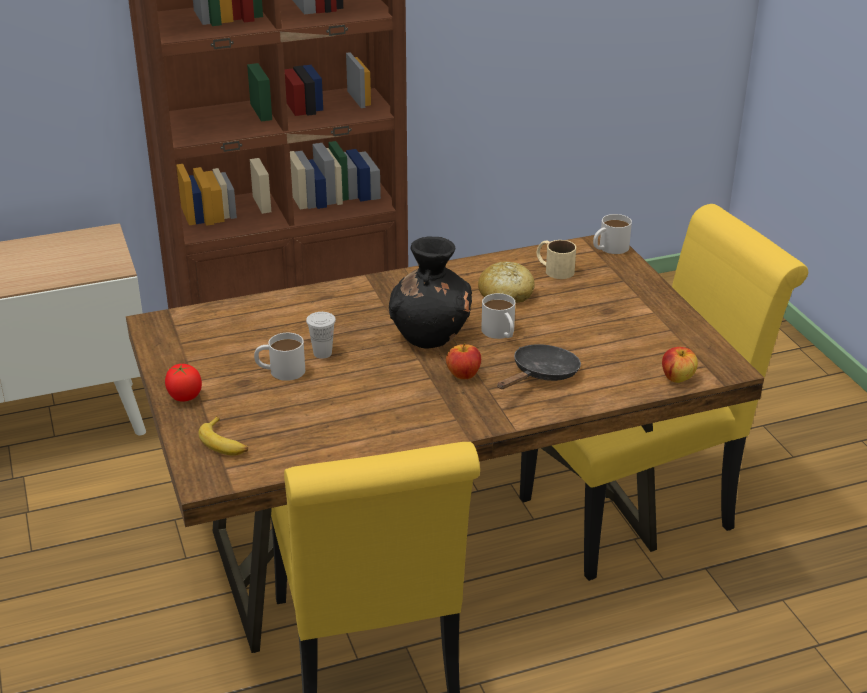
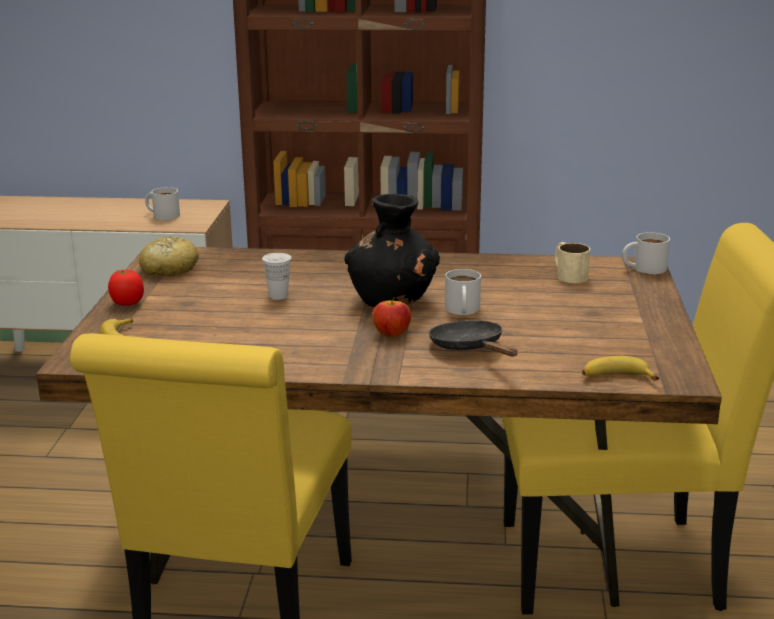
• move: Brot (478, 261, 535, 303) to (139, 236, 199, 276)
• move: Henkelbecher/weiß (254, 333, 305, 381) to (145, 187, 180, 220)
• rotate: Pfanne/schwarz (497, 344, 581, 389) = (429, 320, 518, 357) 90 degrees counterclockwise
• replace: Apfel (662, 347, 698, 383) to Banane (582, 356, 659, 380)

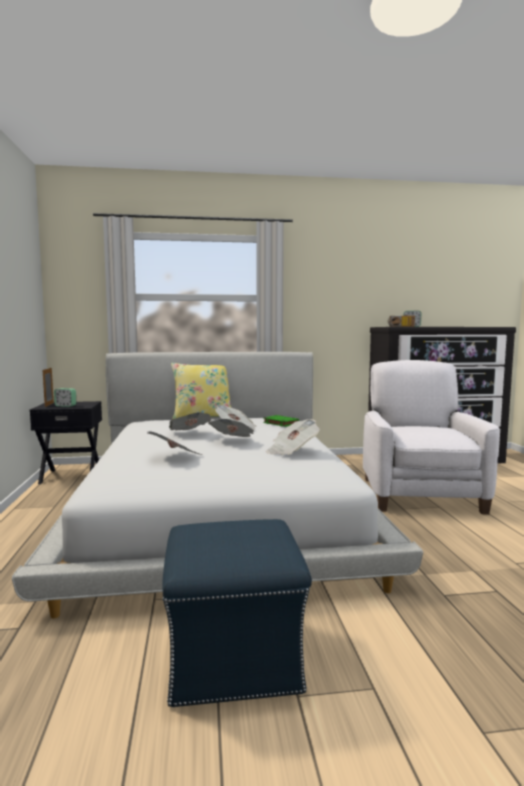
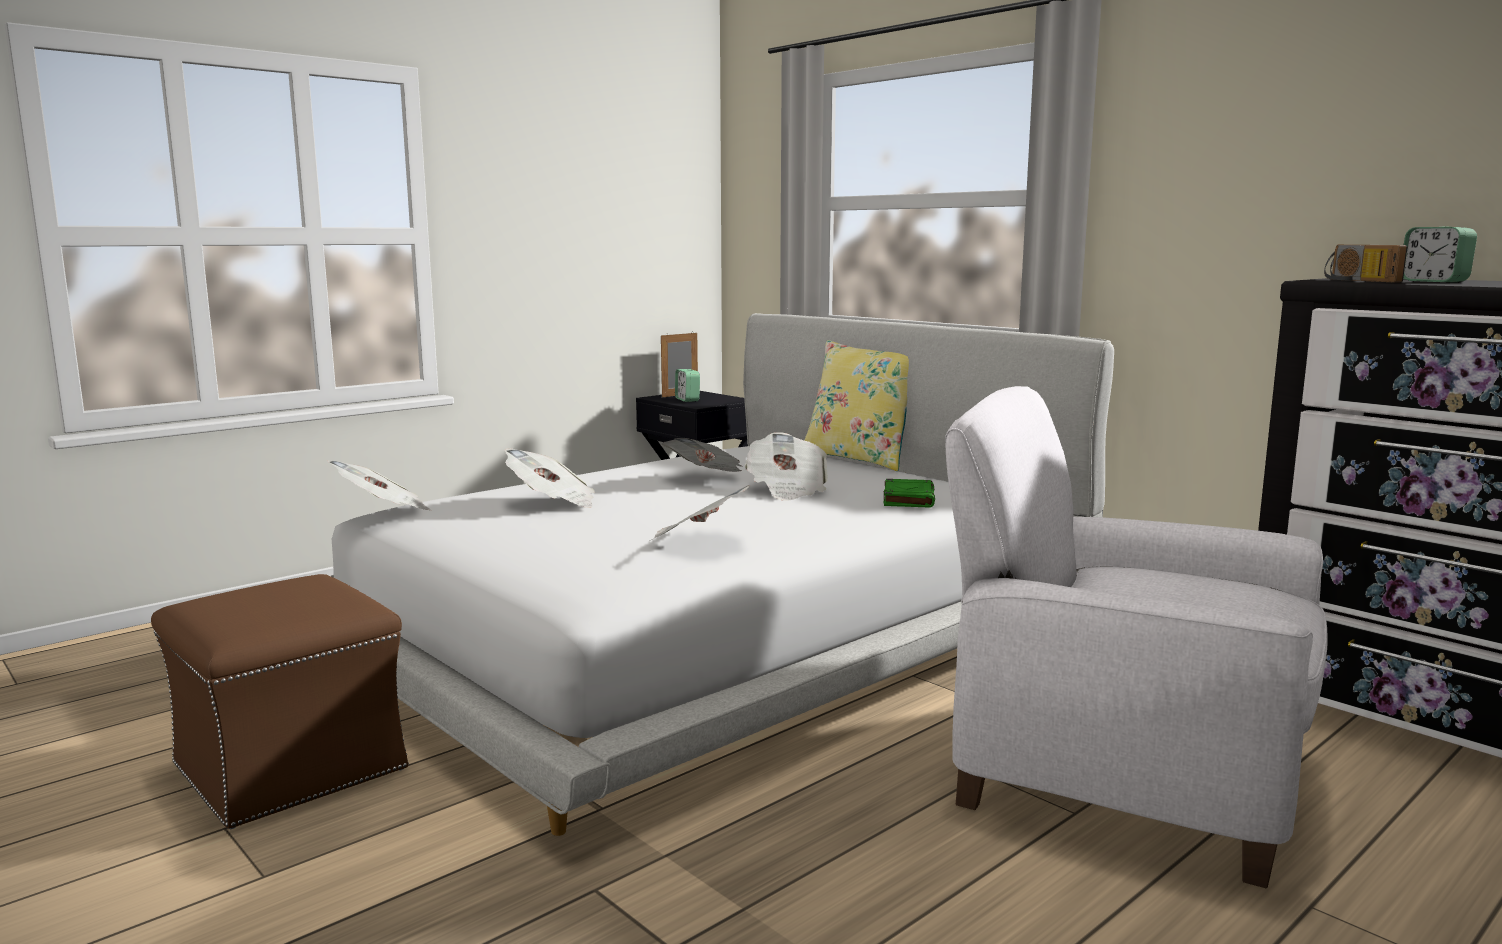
• rotate: Sessel/weiß (363, 360, 499, 515) = (945, 386, 1328, 888) 120 degrees counterclockwise
• move: Zeitung (208, 419, 254, 437) to (327, 460, 431, 510)
• recolor: Polsterhocker/blau (162, 519, 312, 707) to Polsterhocker/braun (151, 574, 409, 829)

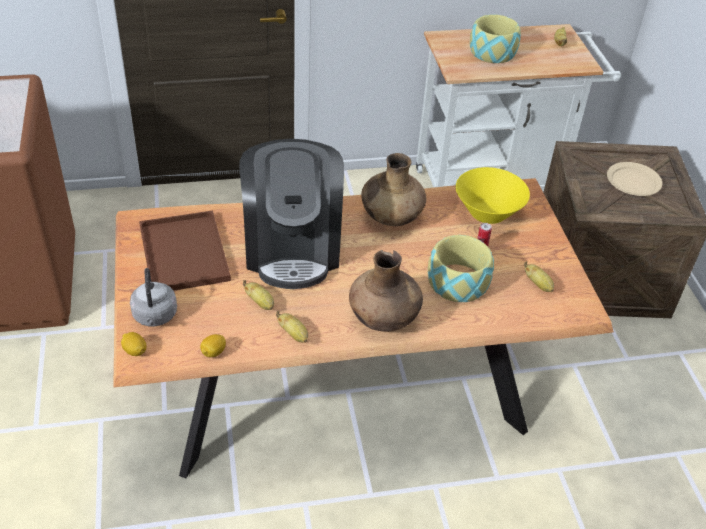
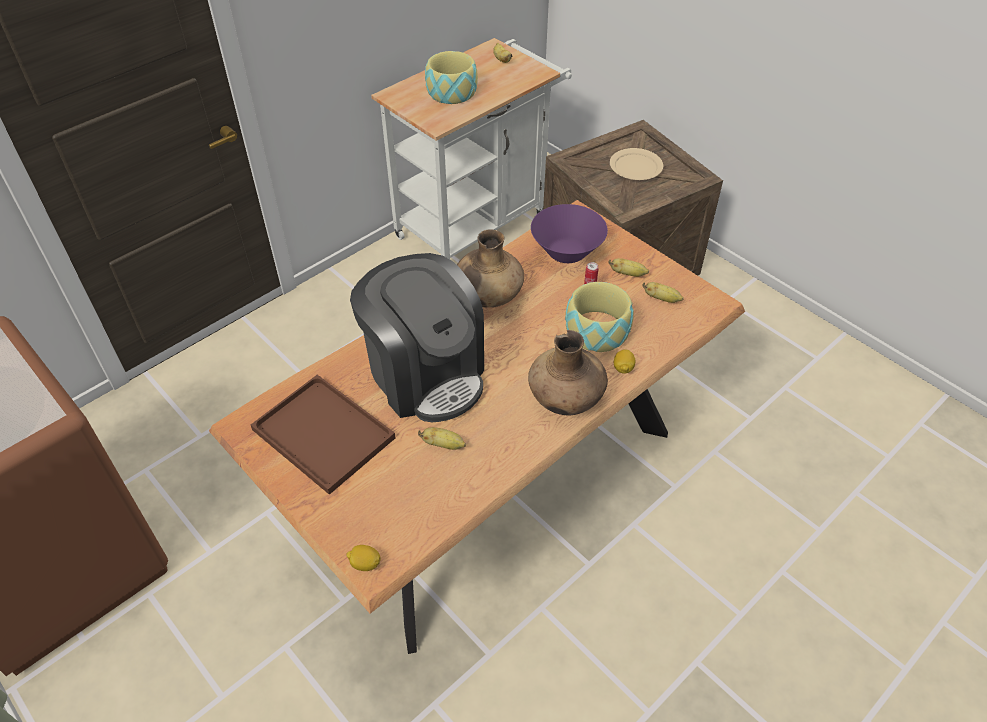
• recolor: Schüssel/gelb (456, 167, 530, 224) to Schüssel/lila (531, 204, 608, 263)
• delete: Wasserkessel/grau (130, 268, 177, 326)
• move: Banane (276, 311, 308, 343) to (608, 258, 649, 277)
• move: Zitrone (200, 334, 226, 357) to (614, 349, 635, 374)

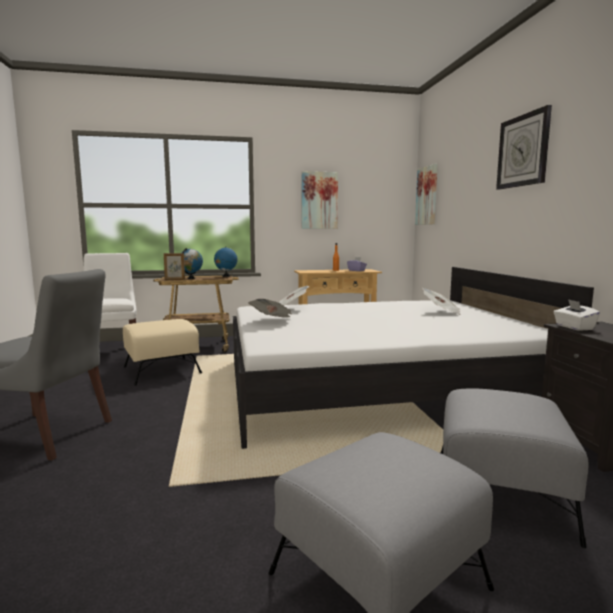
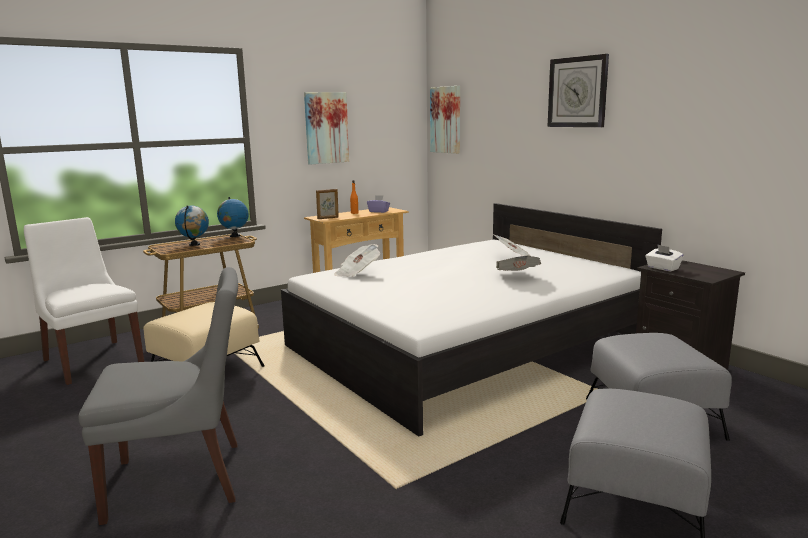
• move: Bilderrahmen (164, 253, 185, 280) to (316, 189, 339, 219)
• move: Zeitung (248, 299, 291, 318) to (496, 256, 541, 271)

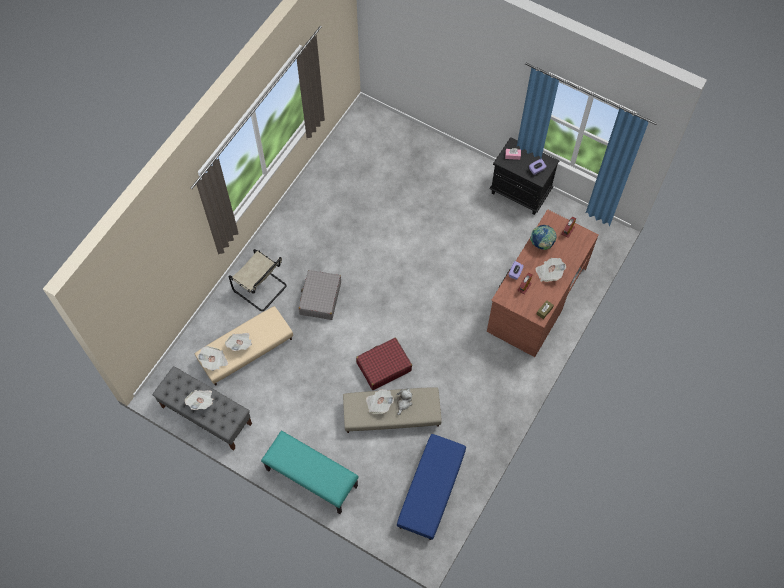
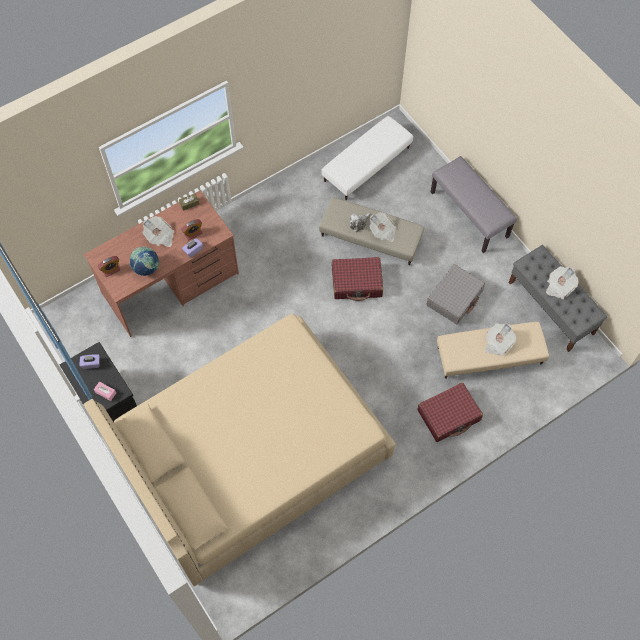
• replace: Stuhl/beige (228, 249, 287, 311) to Koffer/rot (418, 382, 483, 442)
• move: Koffer/grau (299, 270, 341, 320) to (427, 264, 485, 324)
• delete: Zeitung (197, 346, 228, 371)
• recolor: Bank/türkis (261, 431, 359, 514) to Bank/grau (431, 156, 517, 253)
• recolor: Polsterhocker/blau (397, 434, 466, 540) to Polsterhocker/weiß (321, 116, 413, 200)
• insert: Bett/beige (83, 314, 395, 586)

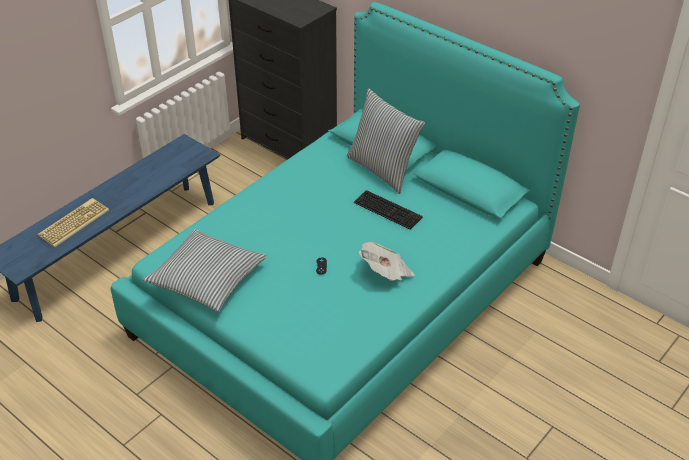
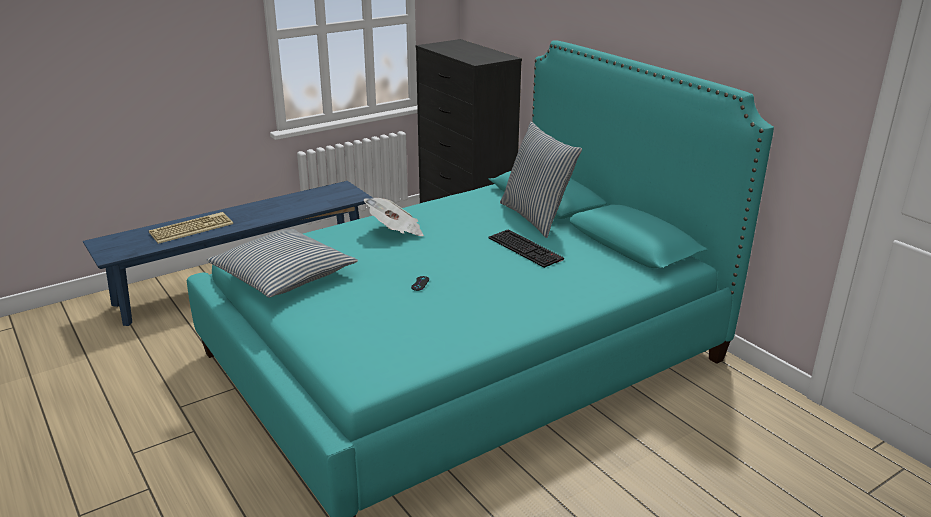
• move: Zeitung (358, 242, 415, 281) to (364, 198, 424, 236)

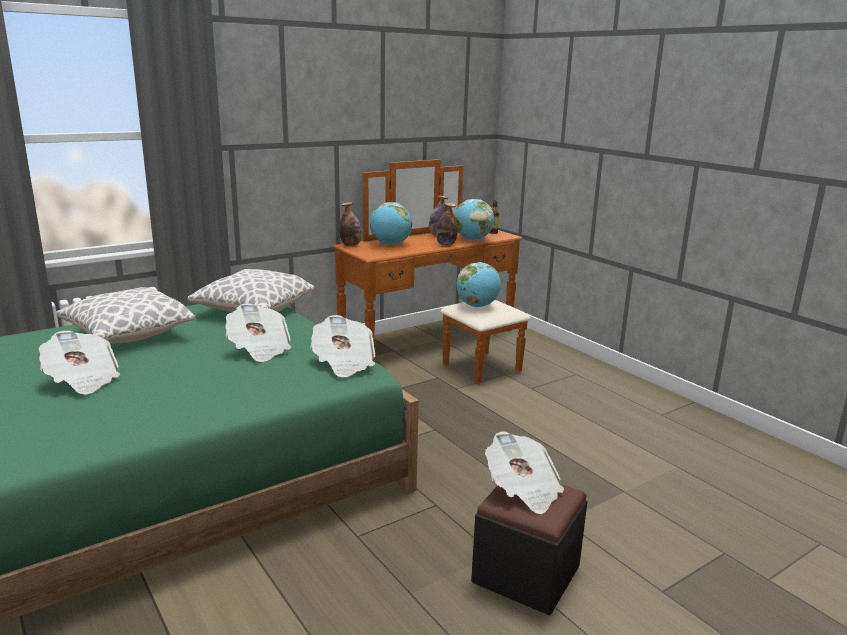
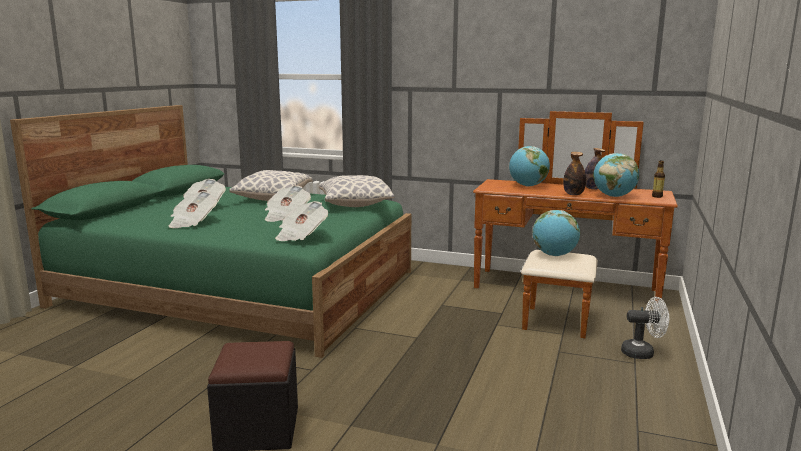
• delete: Flasche (340, 202, 362, 246)
• move: Zeitung (485, 431, 564, 514) to (169, 191, 217, 228)
• insert: Ventilator/weiß (621, 297, 669, 359)

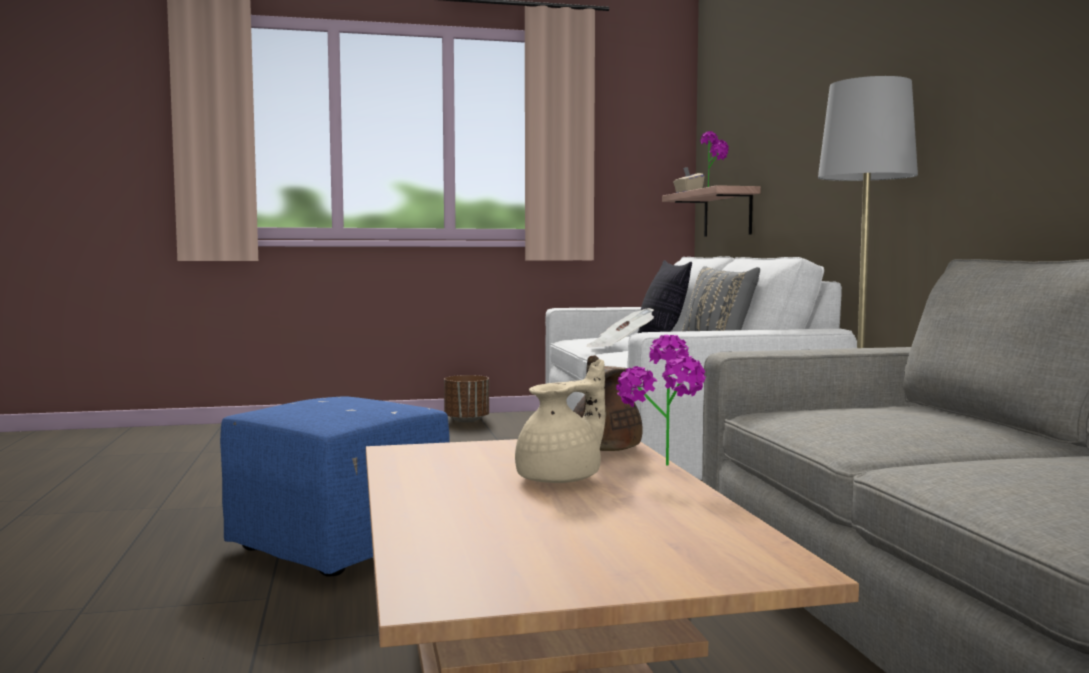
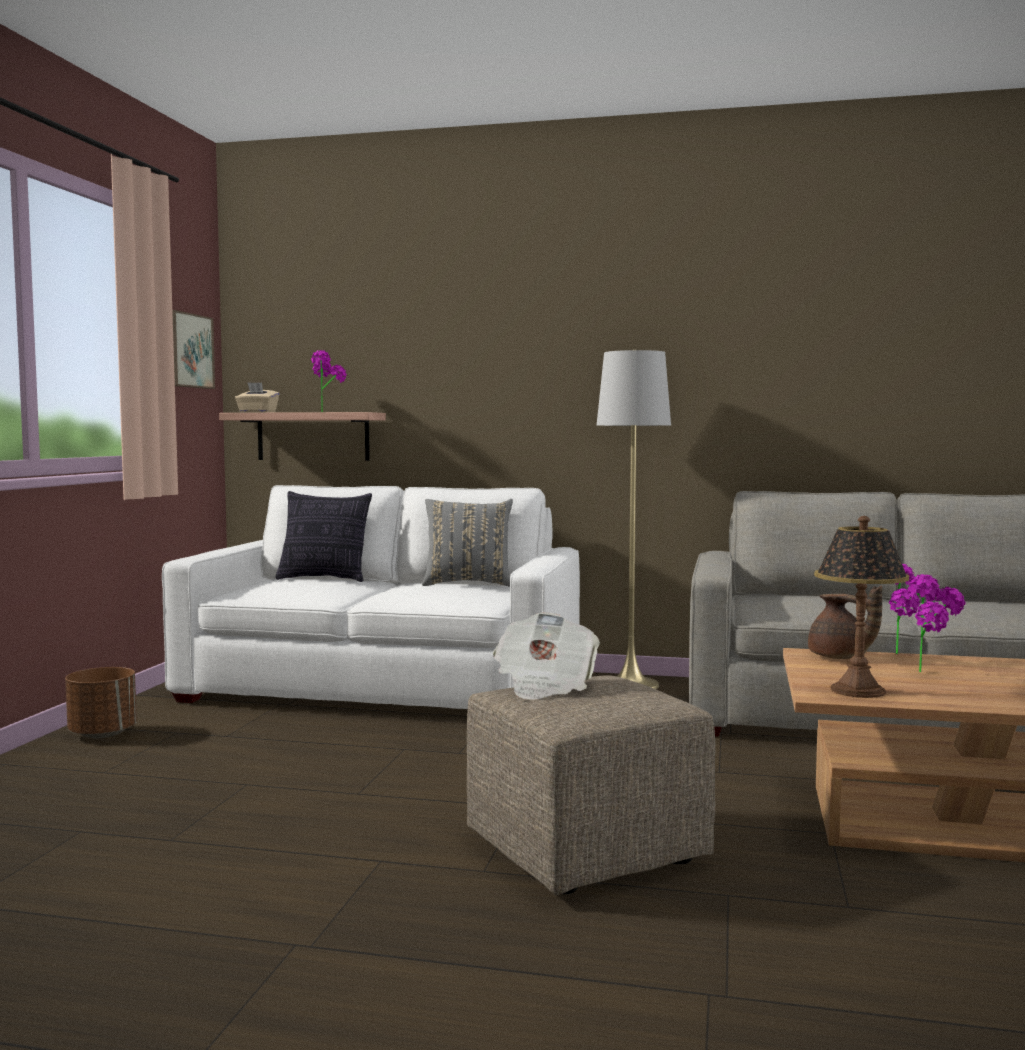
• move: Zeitung (587, 308, 654, 348) to (493, 612, 600, 700)
• replace: Teekanne/beige (515, 359, 606, 483) to Topfpflanze (908, 574, 965, 672)
• recolor: Polsterhocker/blau (220, 396, 450, 577) to Polsterhocker/beige (467, 675, 715, 895)
• insert: Bild (172, 310, 215, 389)
• insert: Tischlampe (814, 516, 909, 698)

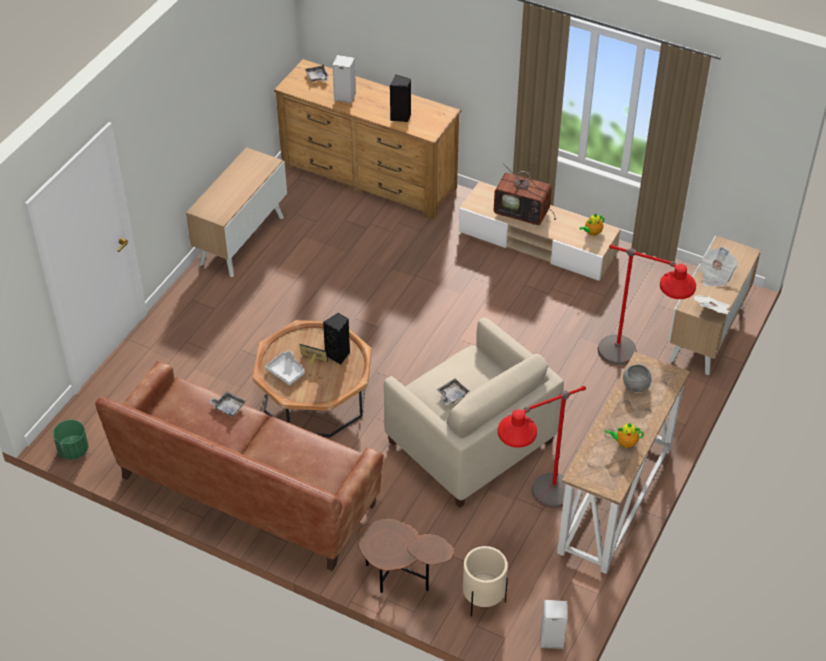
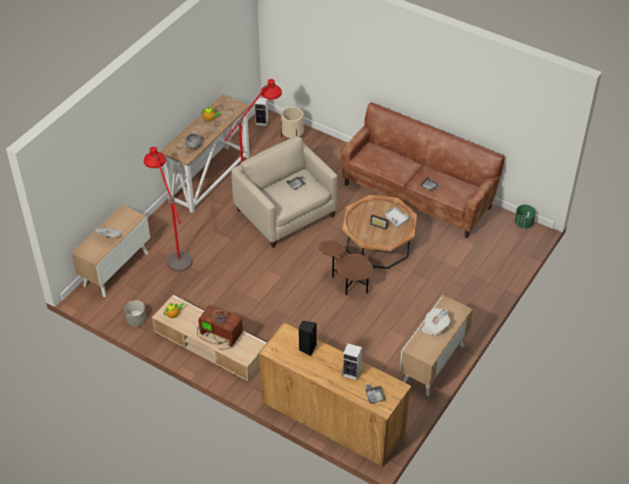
• move: Zeitung (694, 295, 730, 314) to (422, 308, 450, 336)
• delete: Lautsprecher/schwarz (323, 313, 350, 365)
• move: Beistelltisch/braun (358, 519, 454, 593) to (319, 241, 373, 295)
• insert: Pflanzkübel/grau (124, 300, 146, 326)

